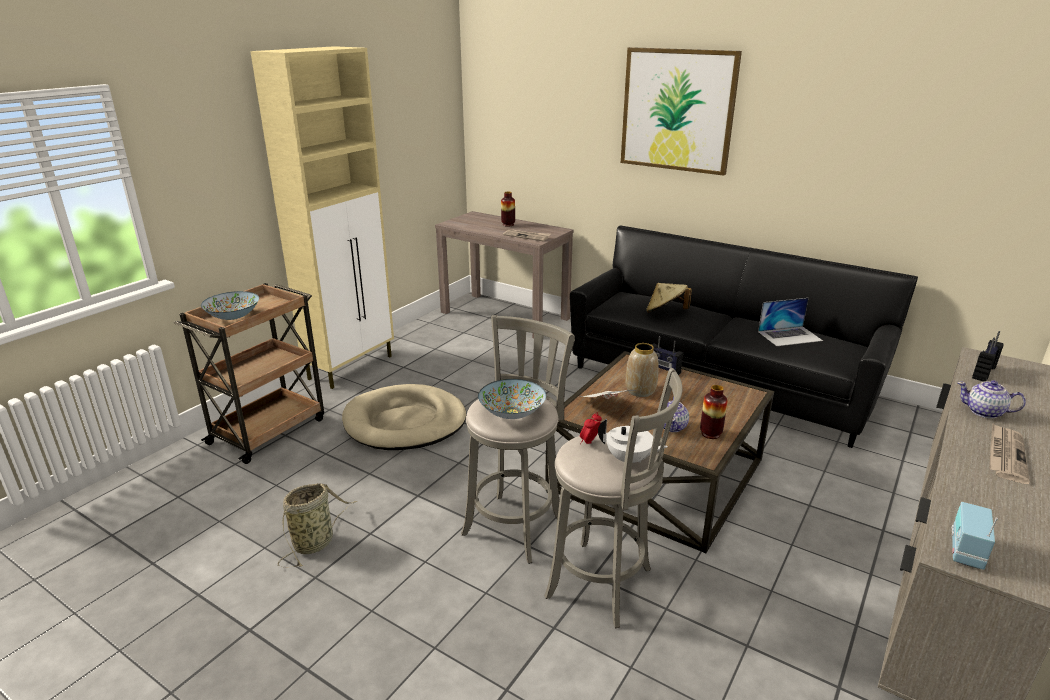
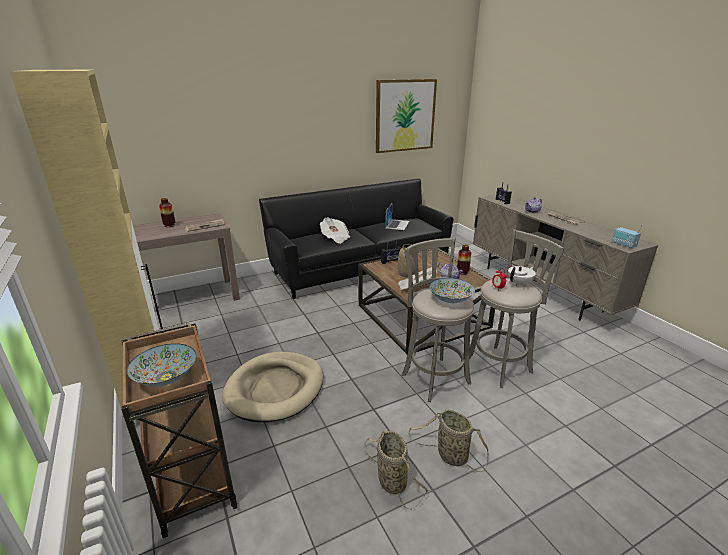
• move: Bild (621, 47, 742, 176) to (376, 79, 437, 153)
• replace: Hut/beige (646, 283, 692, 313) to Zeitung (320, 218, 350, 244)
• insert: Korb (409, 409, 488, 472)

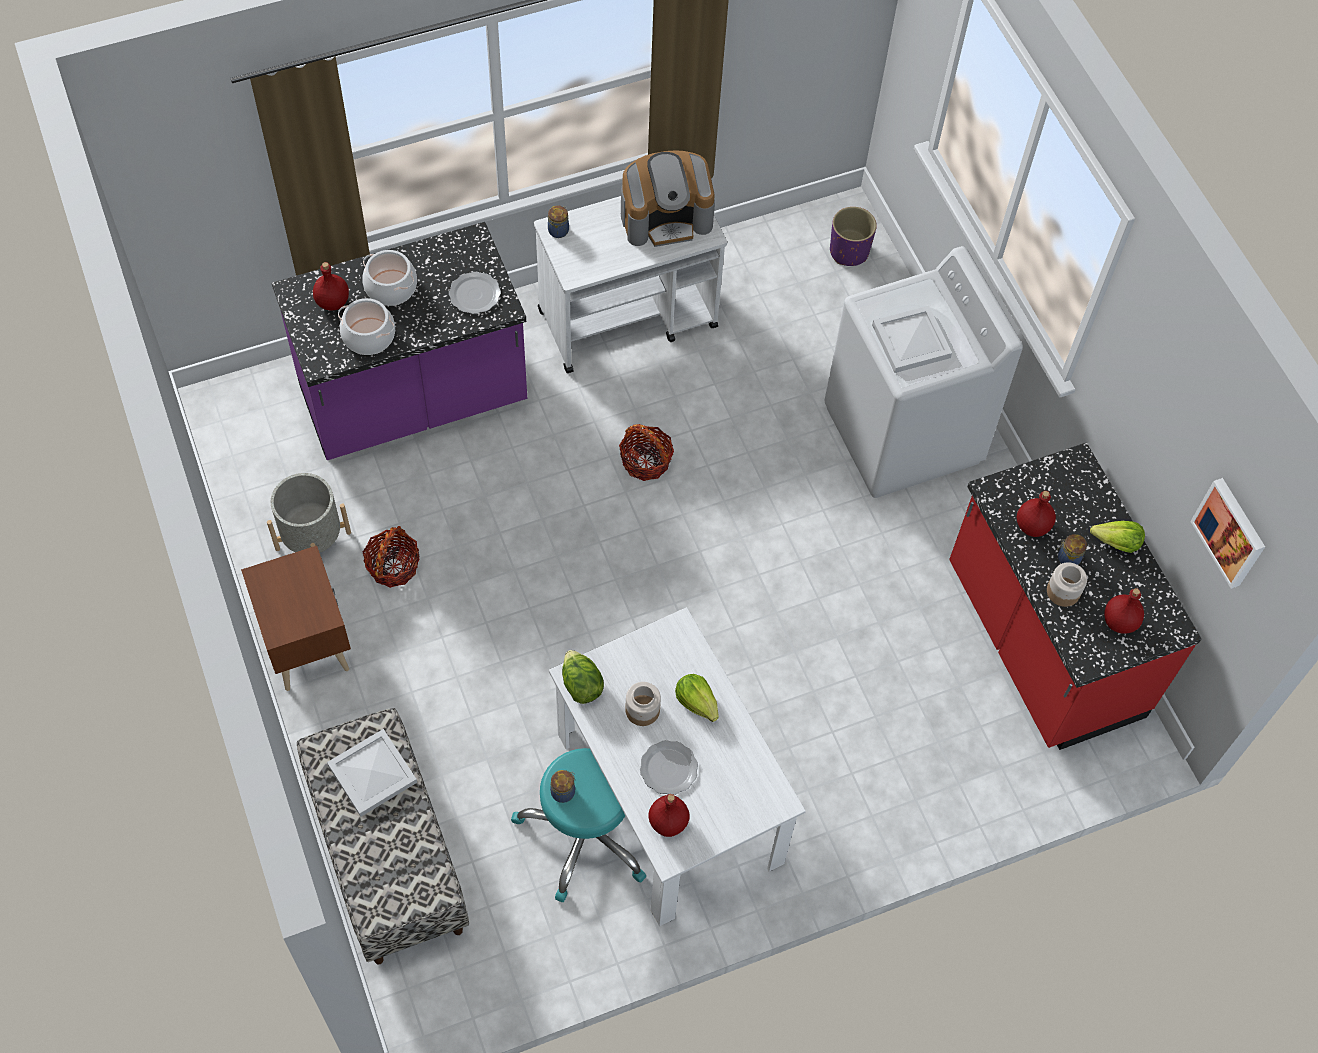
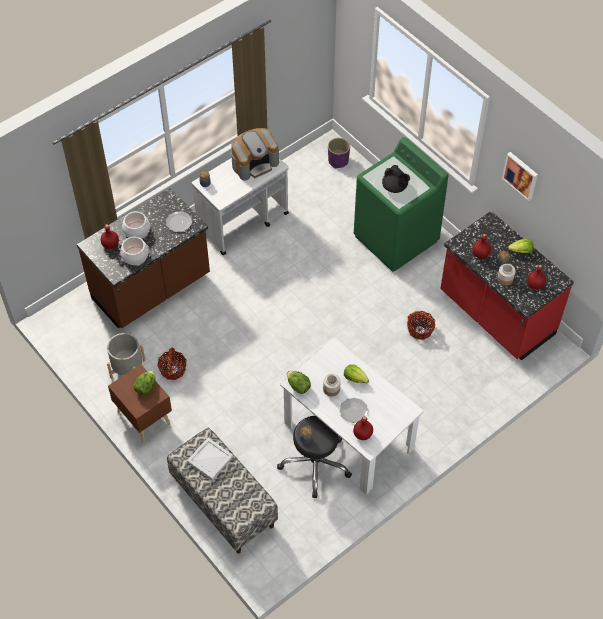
• recolor: Küchenzeile/lila (272, 222, 527, 460) to Küchenzeile/braun (77, 188, 210, 329)
• recolor: Waschmaschine/weiß (824, 246, 1023, 498) to Waschmaschine/grün (354, 137, 449, 272)
• replace: Tablett/weiß (872, 306, 952, 373) to Teekanne/schwarz (382, 165, 410, 193)
• move: Korb (619, 424, 674, 481) to (407, 311, 435, 340)
• move: Bild (1190, 478, 1265, 589) to (502, 152, 538, 201)
• recolor: Hocker/türkis (511, 748, 646, 902) to Hocker/schwarz (277, 416, 352, 498)
• insert: Salatkopf (134, 370, 155, 395)

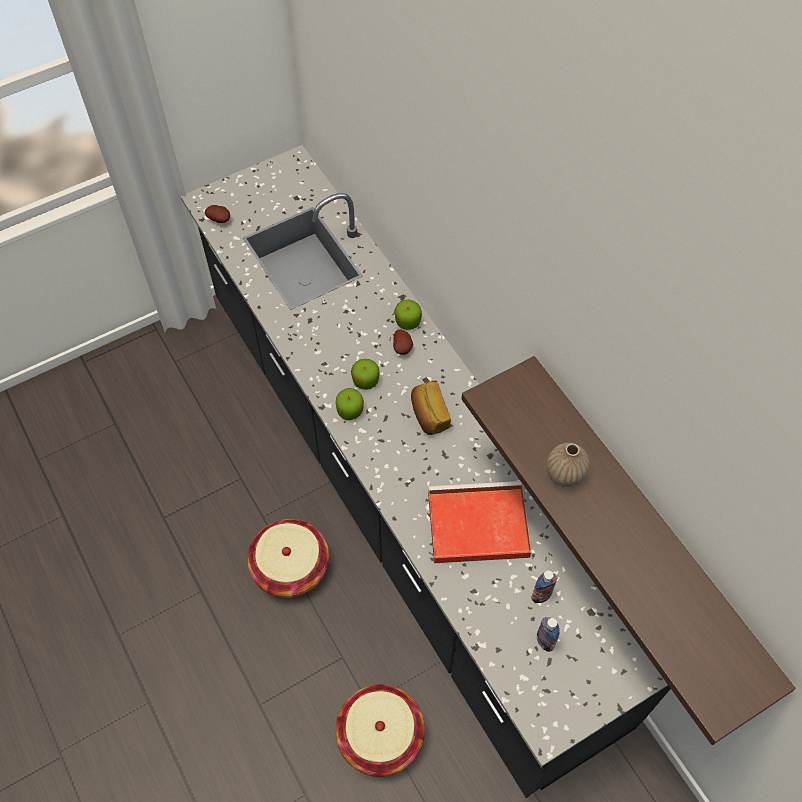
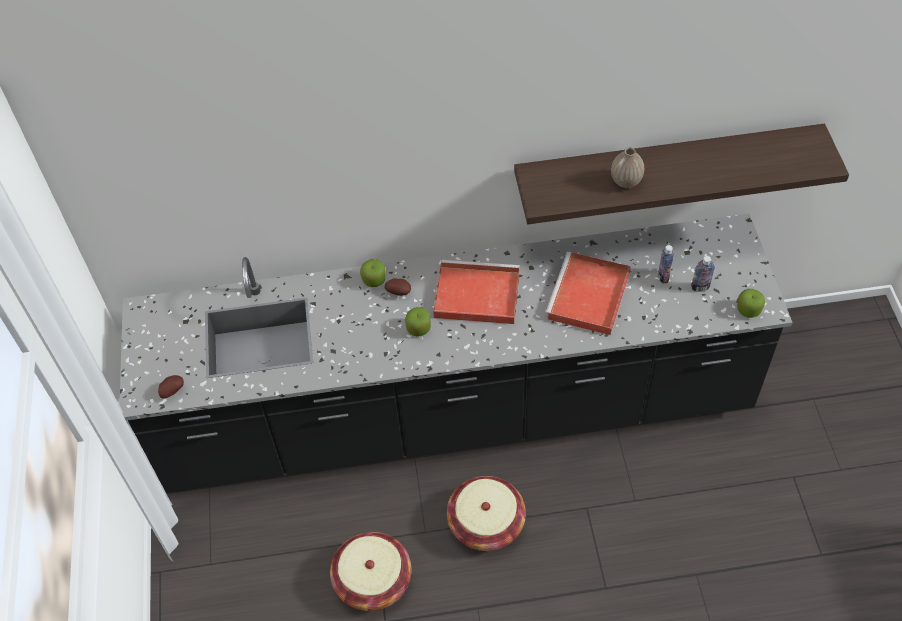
• replace: Brot (411, 382, 451, 435) to Tablett/rot (433, 260, 520, 324)
• move: Apfel (336, 388, 364, 420) to (737, 289, 765, 318)
• move: Korb (335, 684, 425, 777) to (330, 532, 411, 611)

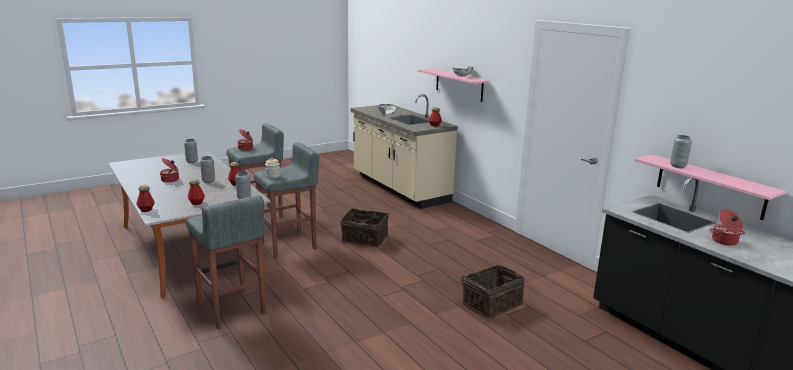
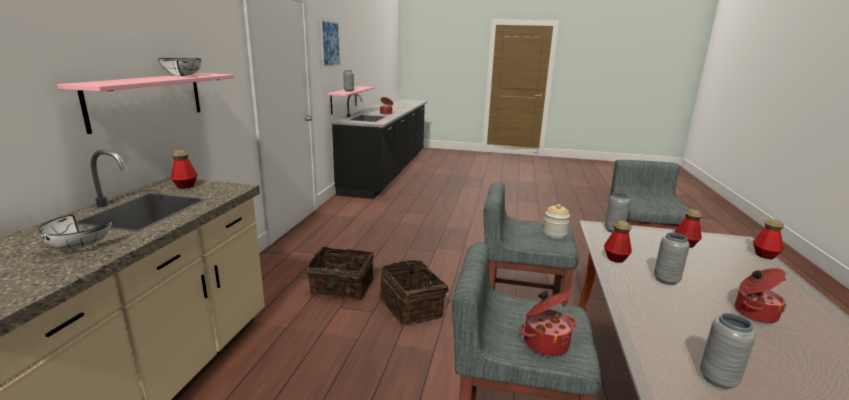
• move: Korb (461, 265, 524, 318) to (306, 247, 374, 300)
• insert: Bild (321, 20, 340, 67)

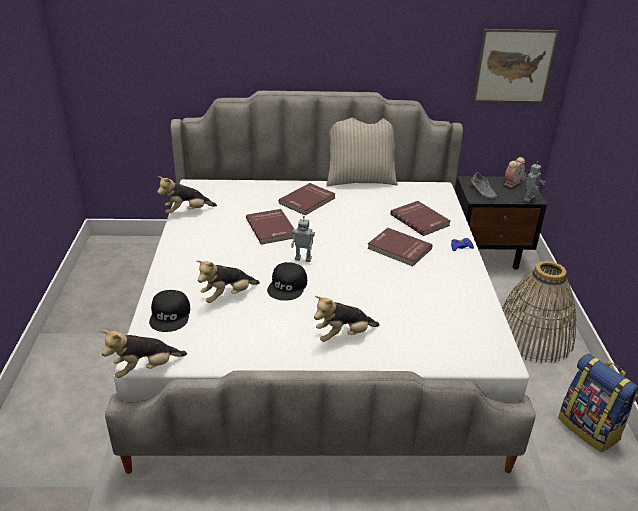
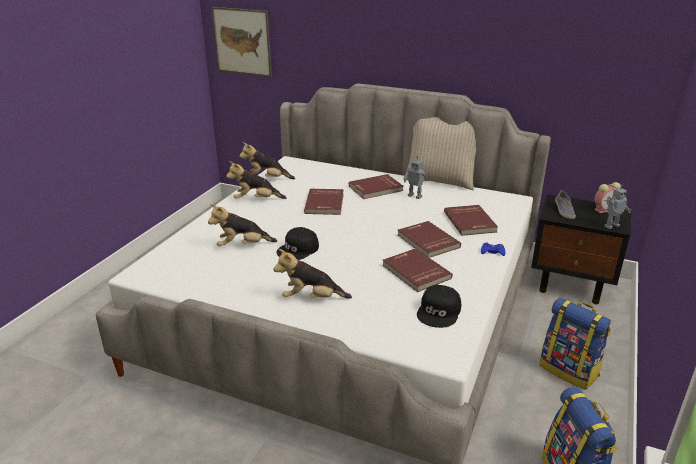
• move: Bild (473, 29, 559, 103) to (211, 7, 272, 77)
• move: Spielzeugroboter (291, 216, 315, 262) to (404, 156, 425, 199)
• replace: Korb (502, 261, 576, 363) to Rucksack (540, 298, 611, 390)
• move: Kappe/schwarz (149, 290, 190, 332) to (417, 285, 461, 328)
• move: Plüschtier (101, 330, 187, 378) to (226, 161, 286, 199)
• insert: Buch/rot (382, 249, 453, 292)

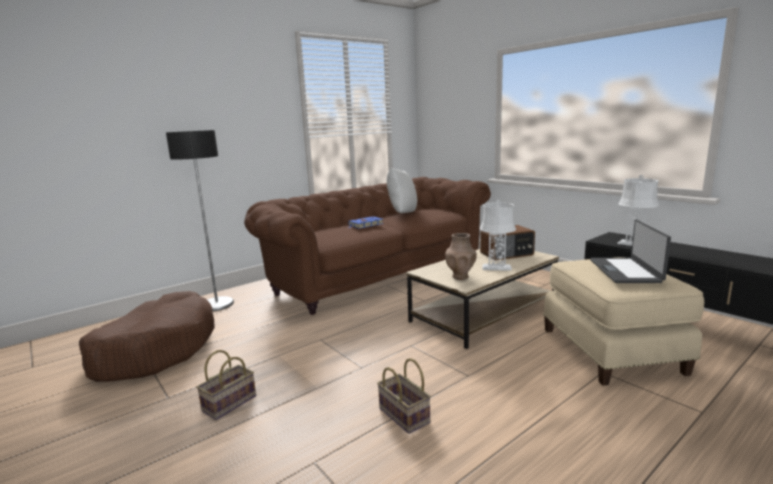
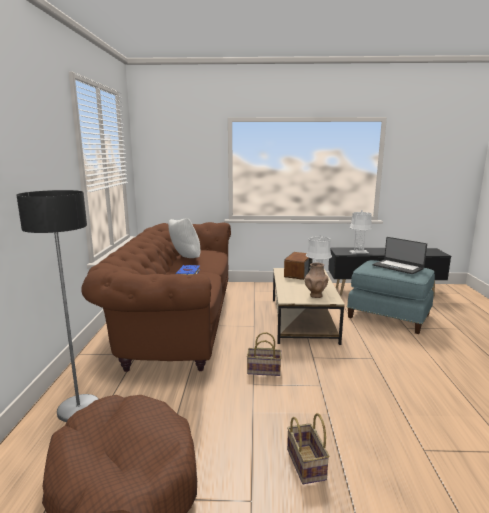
• recolor: Polsterhocker/beige (543, 257, 704, 386) to Polsterhocker/blau (347, 260, 435, 334)
• move: Korb (377, 358, 431, 434) to (247, 332, 282, 376)

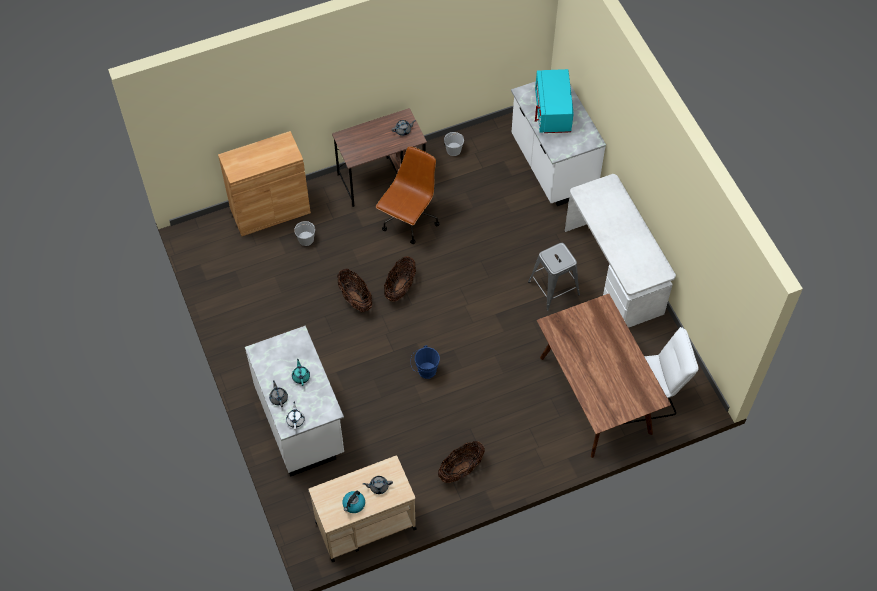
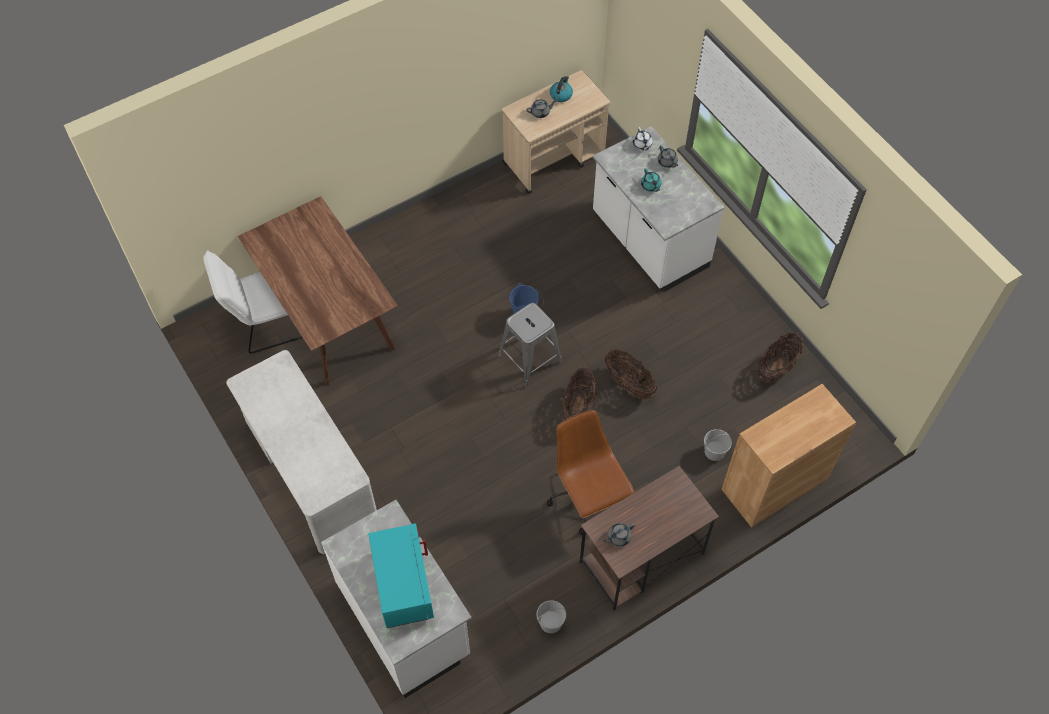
• rotate: Bürostuhl/braun (376, 146, 439, 244) = (547, 410, 635, 535) 135 degrees clockwise
• move: Hocker/grau (528, 243, 580, 311) to (497, 303, 563, 388)
• move: Korb (438, 441, 485, 483) to (758, 332, 803, 383)

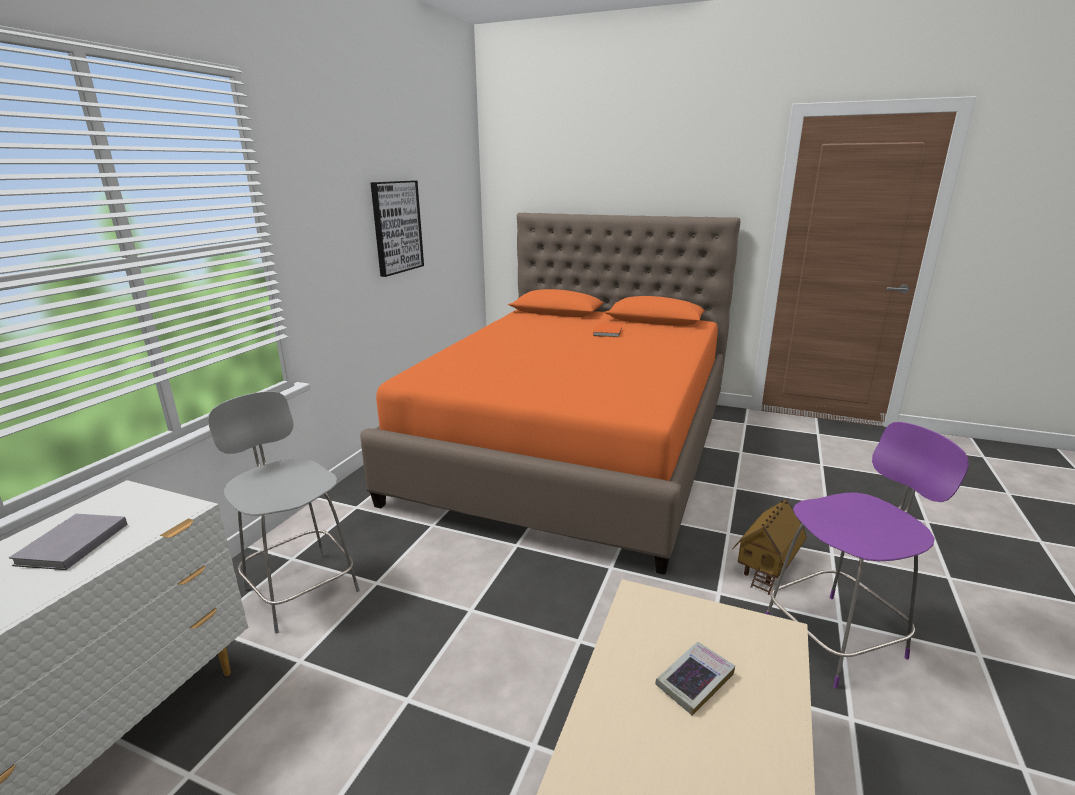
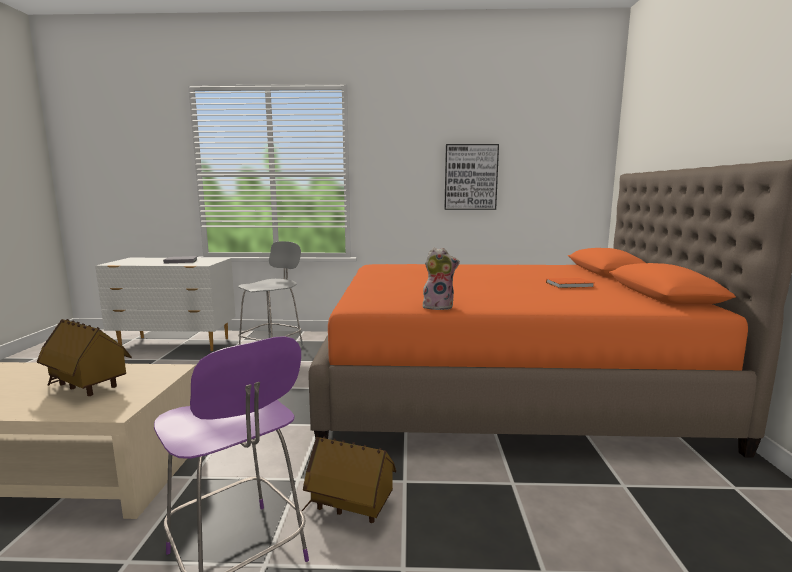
• replace: Buch (655, 642, 735, 716) to Spielzeughaus (37, 319, 132, 396)
• insert: Plüschtier (423, 248, 460, 310)

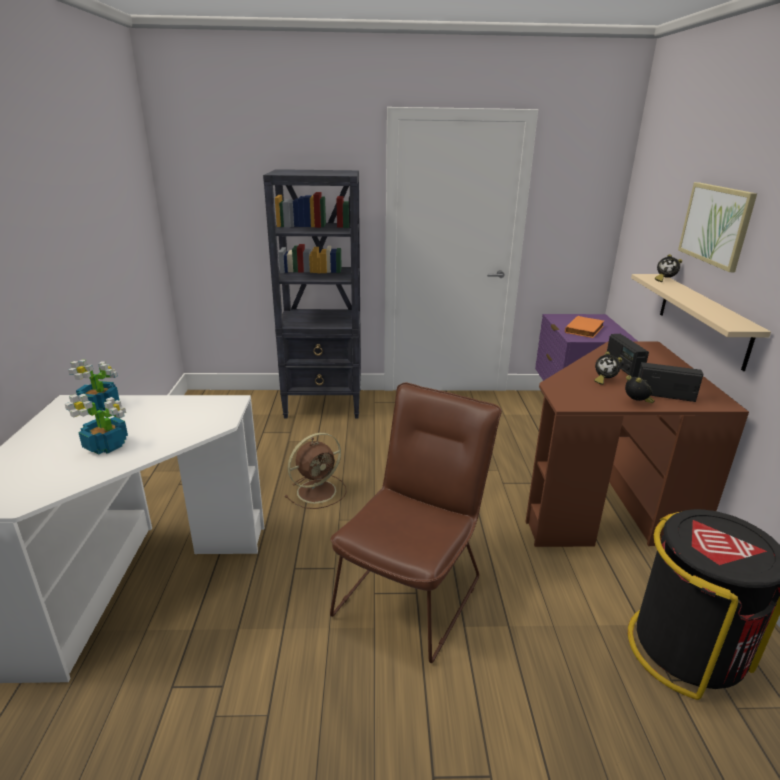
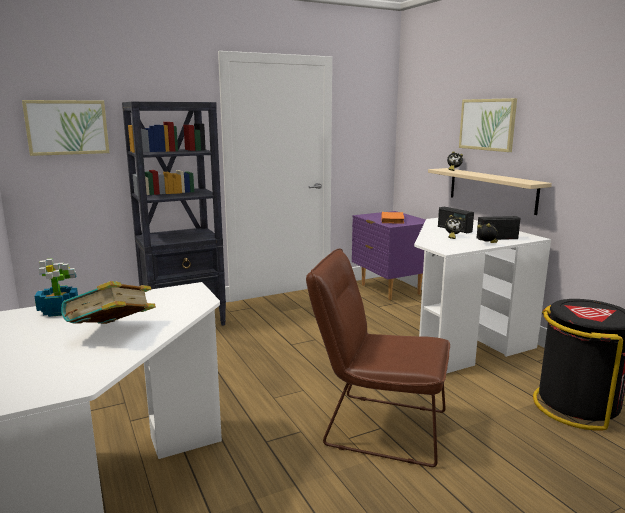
• recolor: Schreibtisch/braun (525, 342, 749, 547) to Schreibtisch/weiß (414, 218, 551, 374)
• rotate: Stuhl/braun (330, 383, 502, 663) = (306, 249, 450, 467) 75 degrees counterclockwise
• replace: Topfpflanze (65, 394, 128, 454) to Buch (61, 281, 156, 324)
• delete: Ventilator/braun (284, 433, 347, 509)
• insert: Bild (22, 100, 109, 156)

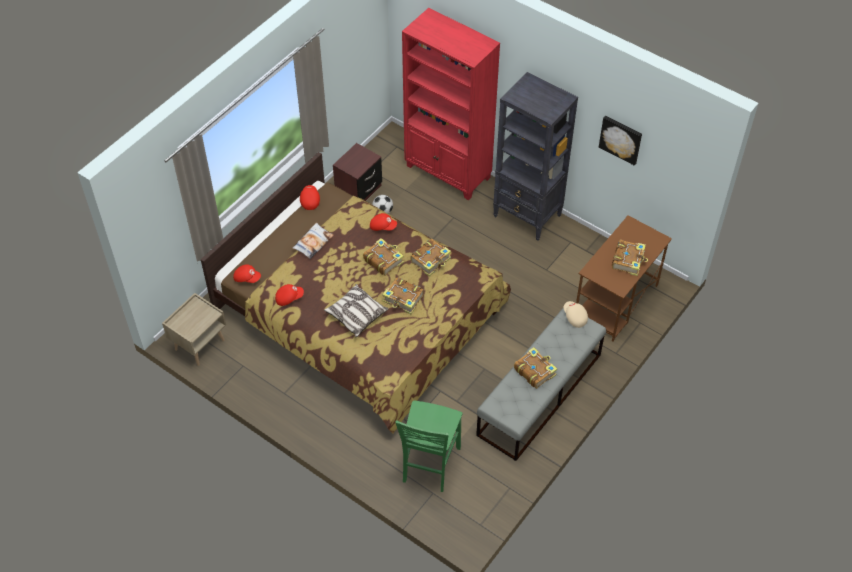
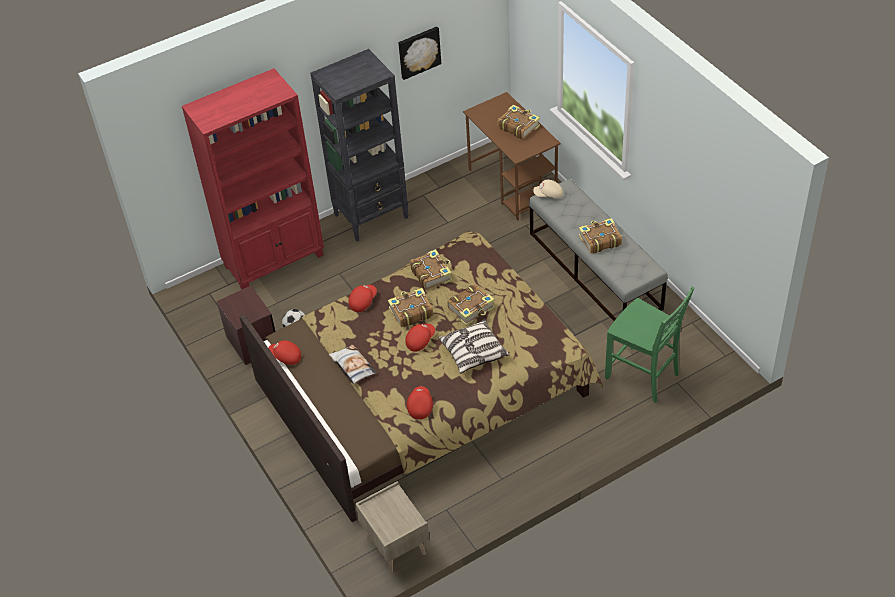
• move: Kappe/rot (233, 265, 261, 283) to (405, 324, 435, 352)

